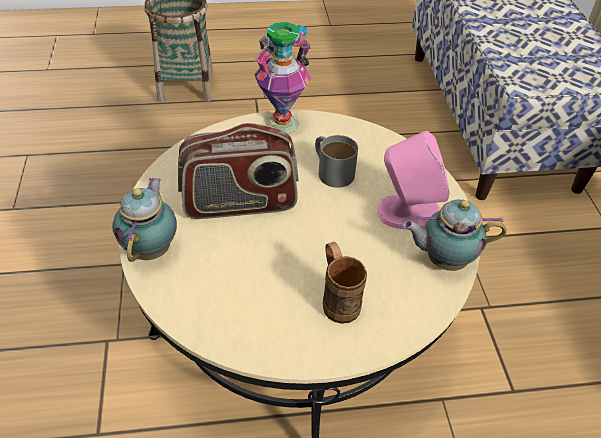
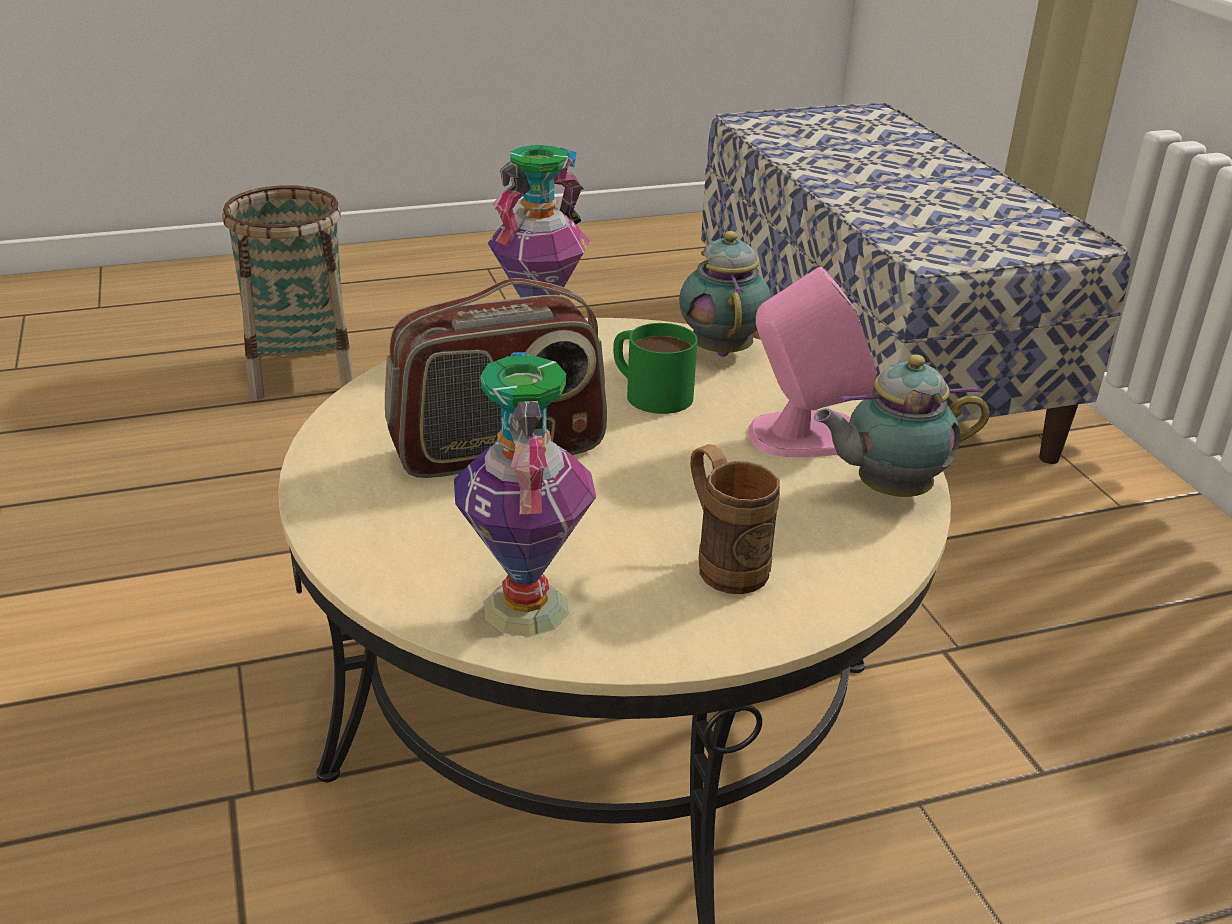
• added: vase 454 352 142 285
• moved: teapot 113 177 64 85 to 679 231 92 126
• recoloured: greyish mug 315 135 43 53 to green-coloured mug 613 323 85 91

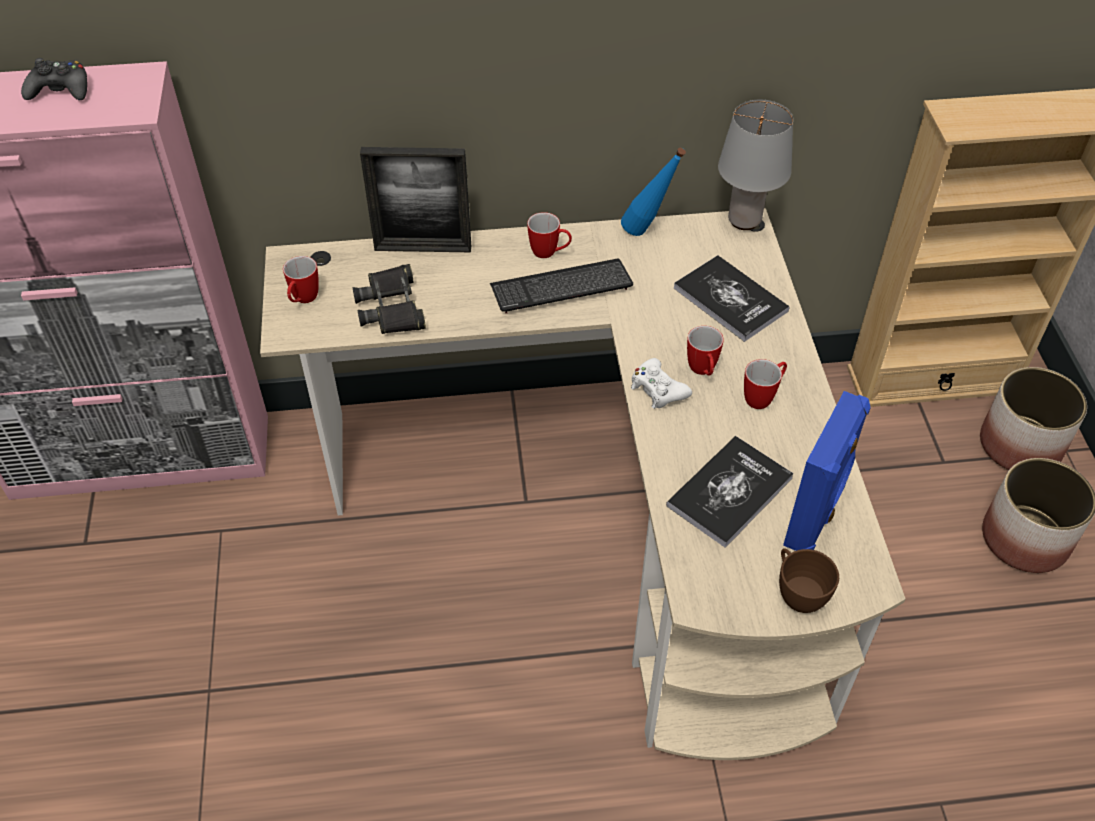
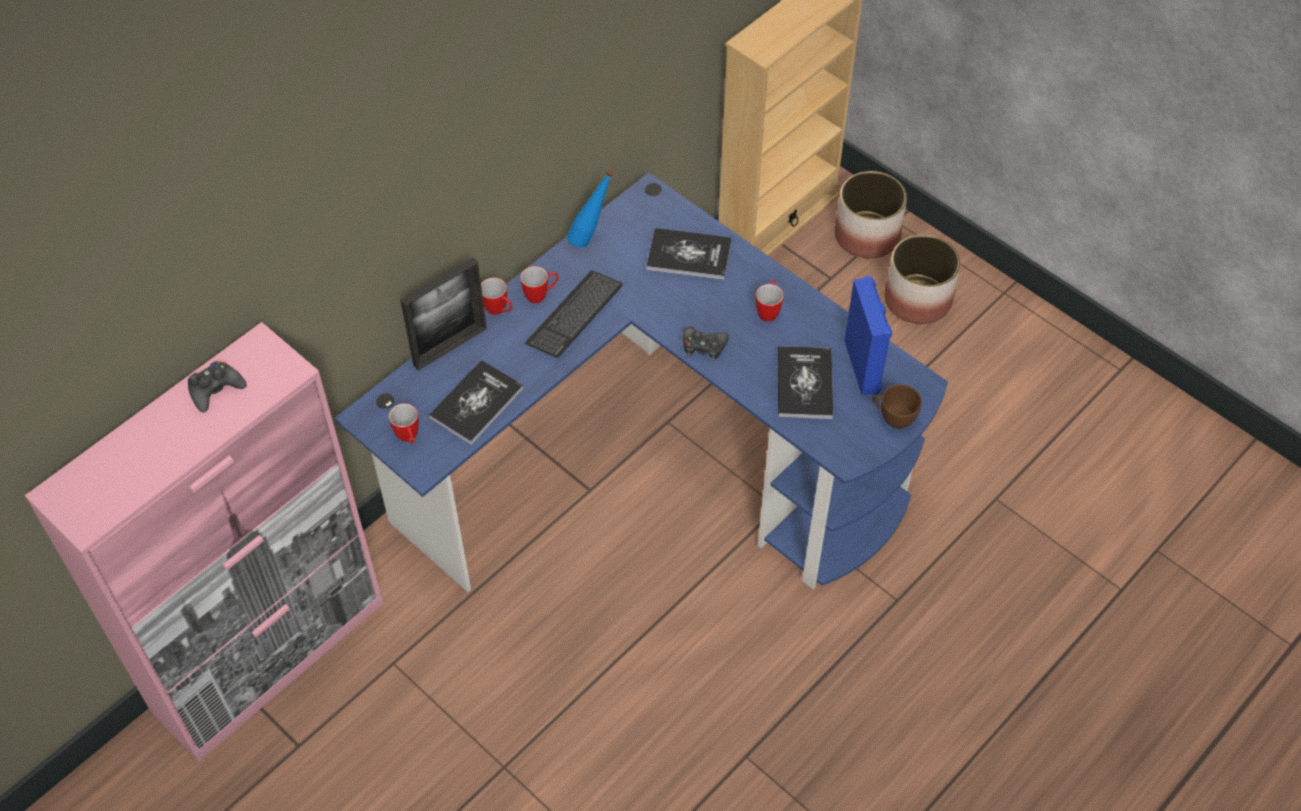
• removed: greyish table lamp 718 100 75 130
• moved: mug 687 326 37 49 to 481 277 31 38
• replaced: blackish field glasses 353 264 73 70 to volume 429 360 95 85
• recoloured: sand-coloured desk table 260 208 646 552 to blue-coloured desk table 334 173 614 419
• recoloured: white-coloured game controller 631 358 61 51 to blackish game controller 683 326 46 35

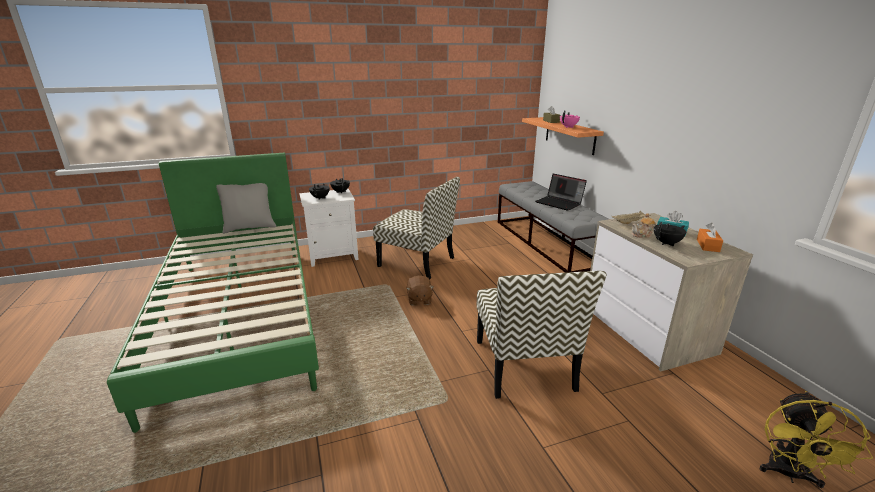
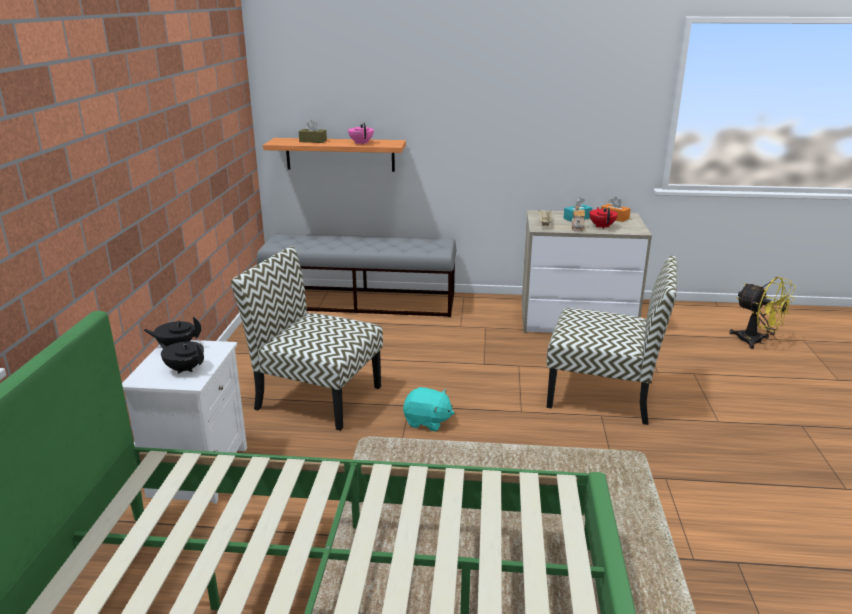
• removed: greyish throw pillow 216 183 60 51
• removed: laptop 535 174 52 37
• recoloured: brown cuddly toy 406 276 28 30 to turquoise-coloured cuddly toy 403 387 51 44
• recoloured: blackish teapot 654 222 32 24 to red-coloured teapot 589 207 29 22
• turned: chair 373 177 87 103 = 231 246 152 185 120 degrees counterclockwise

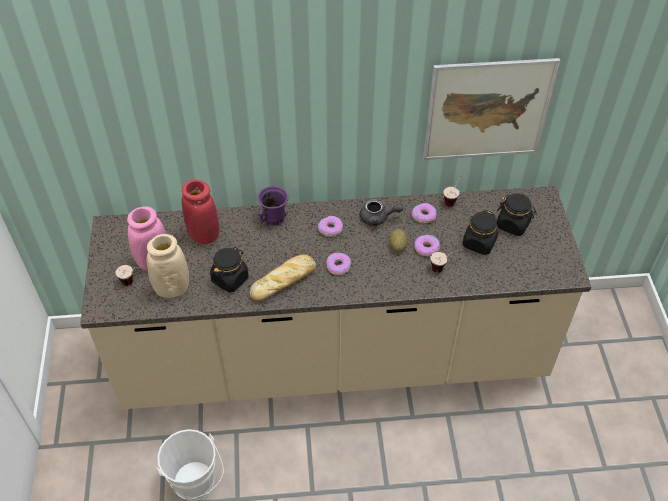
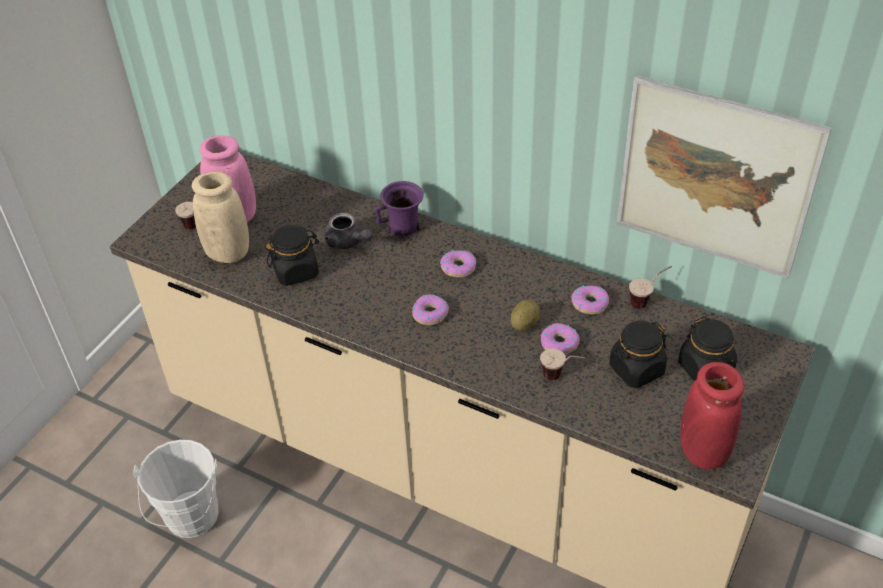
• removed: bread 250 254 66 48
• moved: red-coloured vase 181 179 38 65 to 680 362 65 107
• moved: greyish teapot 360 199 43 27 to 324 213 49 36

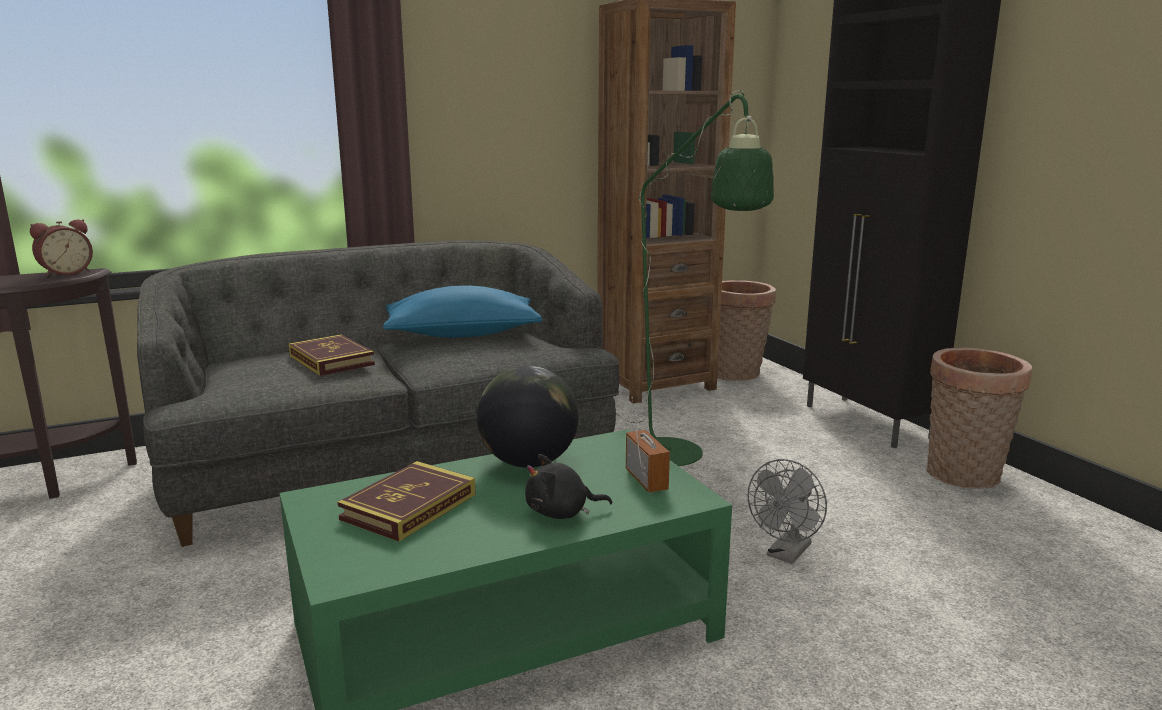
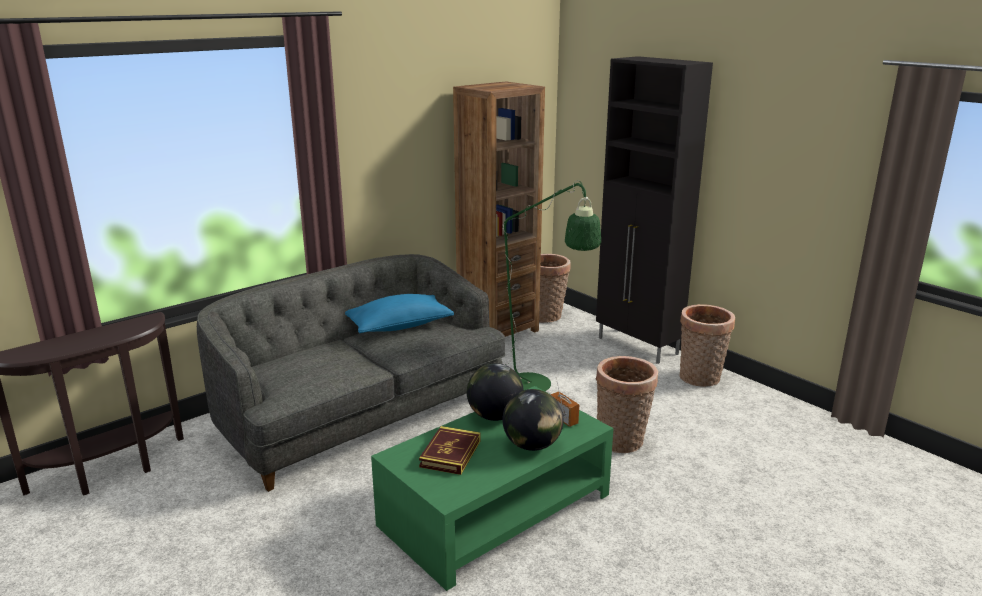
• removed: table clock 30 219 63 58
• removed: volume 289 334 86 42
• replaced: blackish cuddly toy 525 454 87 65 to globe 502 389 62 62
• replaced: greyish electric fan 748 459 79 105 to household basket 596 356 62 97

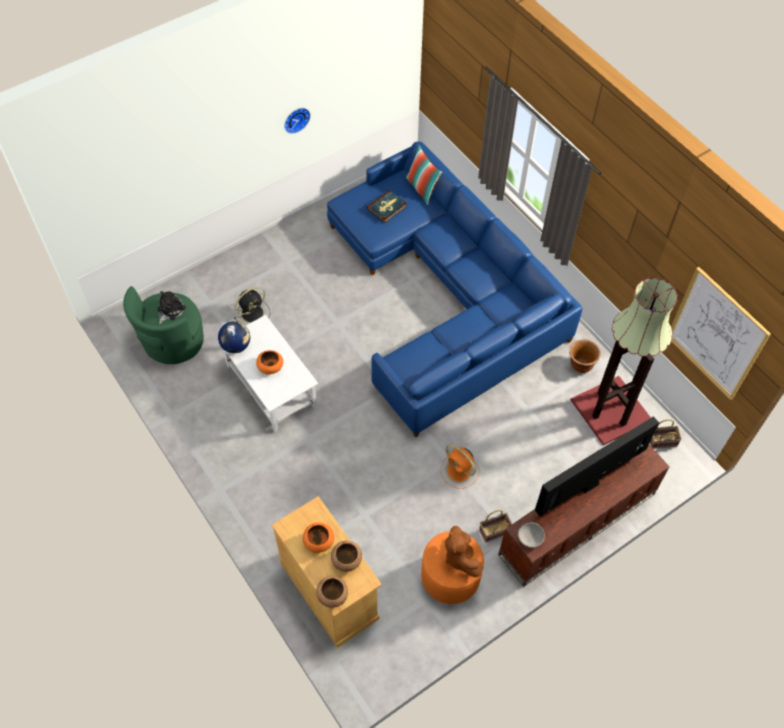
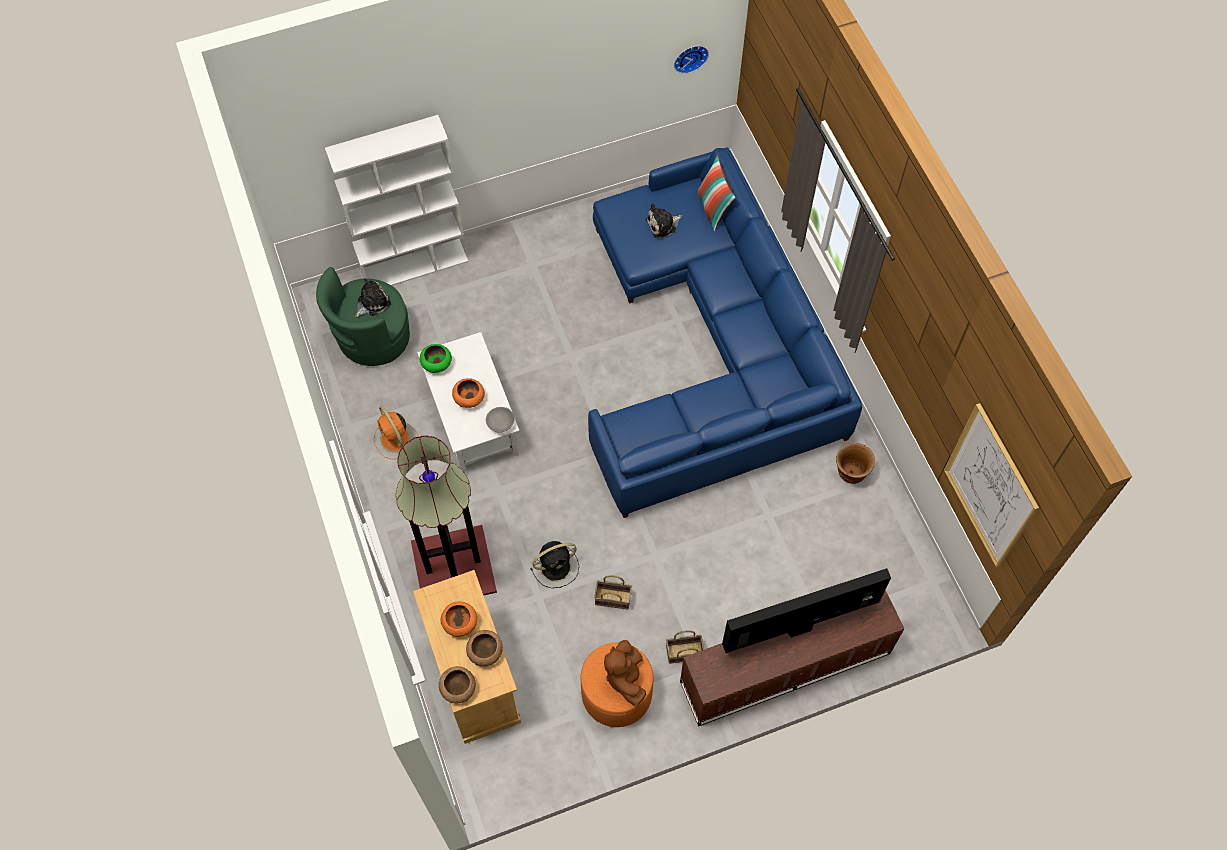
• added: white-coloured bookshelf 325 115 143 171
• moved: blackish electric fan 234 287 36 36 to 530 541 49 47
• moved: clock on the wall 284 108 27 26 to 674 46 35 28
• moved: orange-coloured electric fan 440 445 40 44 to 374 406 44 53
• moved: greyish bowl 518 523 27 25 to 486 407 29 26
• moved: standard lamp 571 277 107 169 to 396 435 101 160
• moved: household basket 650 419 32 30 to 594 575 38 35
• replaced: globe 218 321 32 32 to green-coloured bowl 420 344 32 29
• replaced: volume 367 190 40 33 to cuddly toy 646 203 36 35

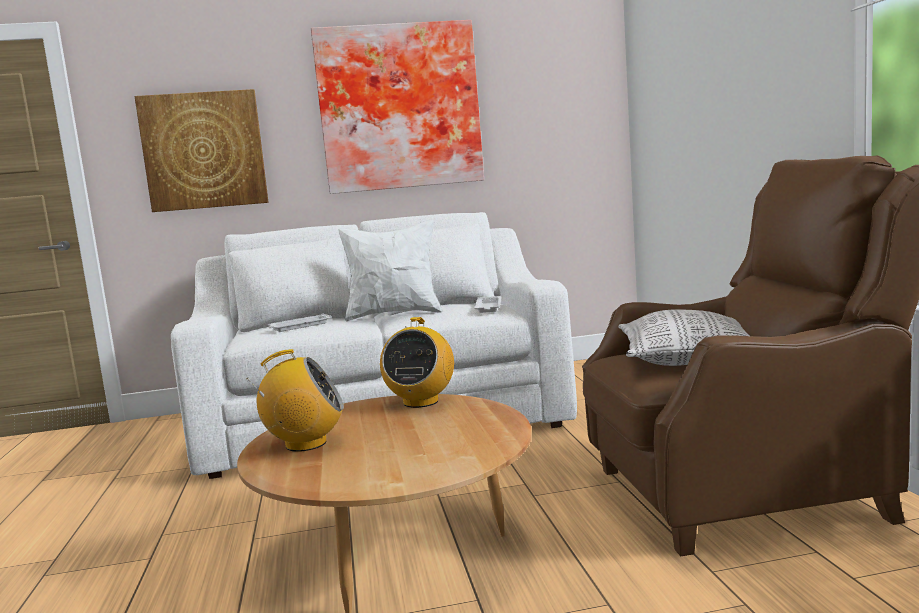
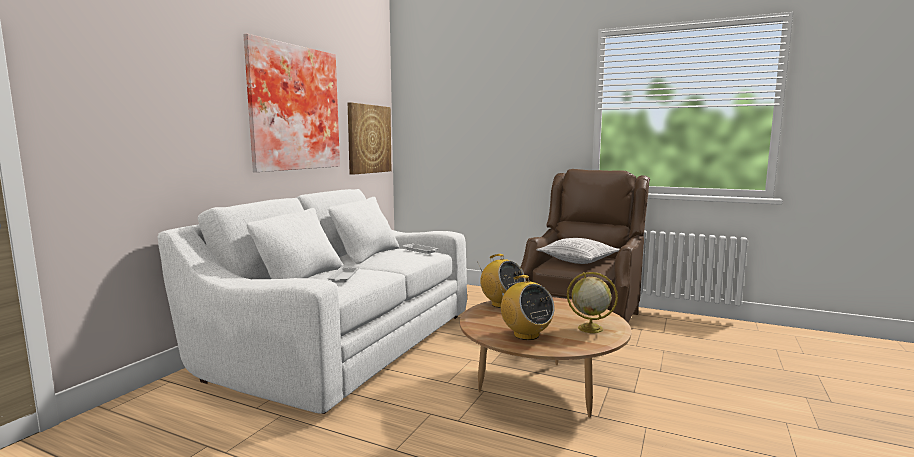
• removed: white-coloured throw pillow 338 219 105 103
• added: globe 567 272 51 61
• moved: wall picture 134 89 135 123 to 348 102 43 73
• turned: radio 247 349 97 103 = 499 275 56 65 120 degrees clockwise

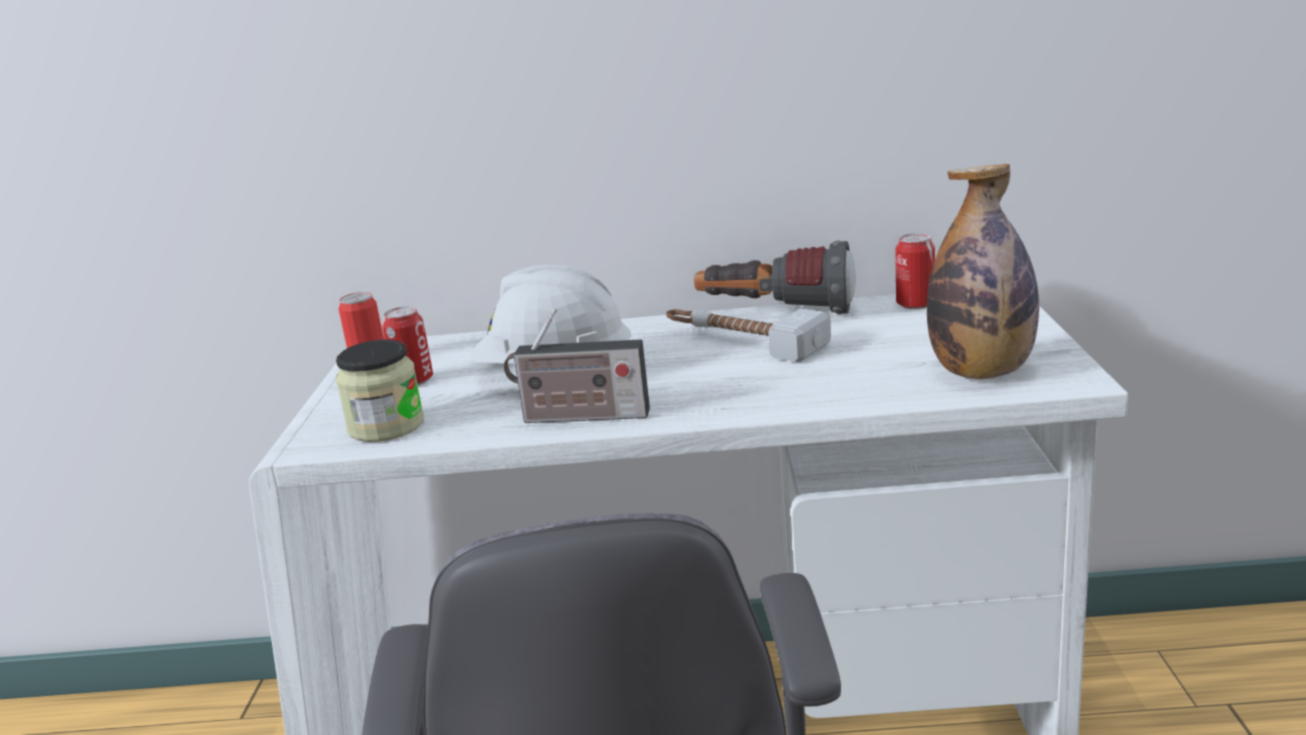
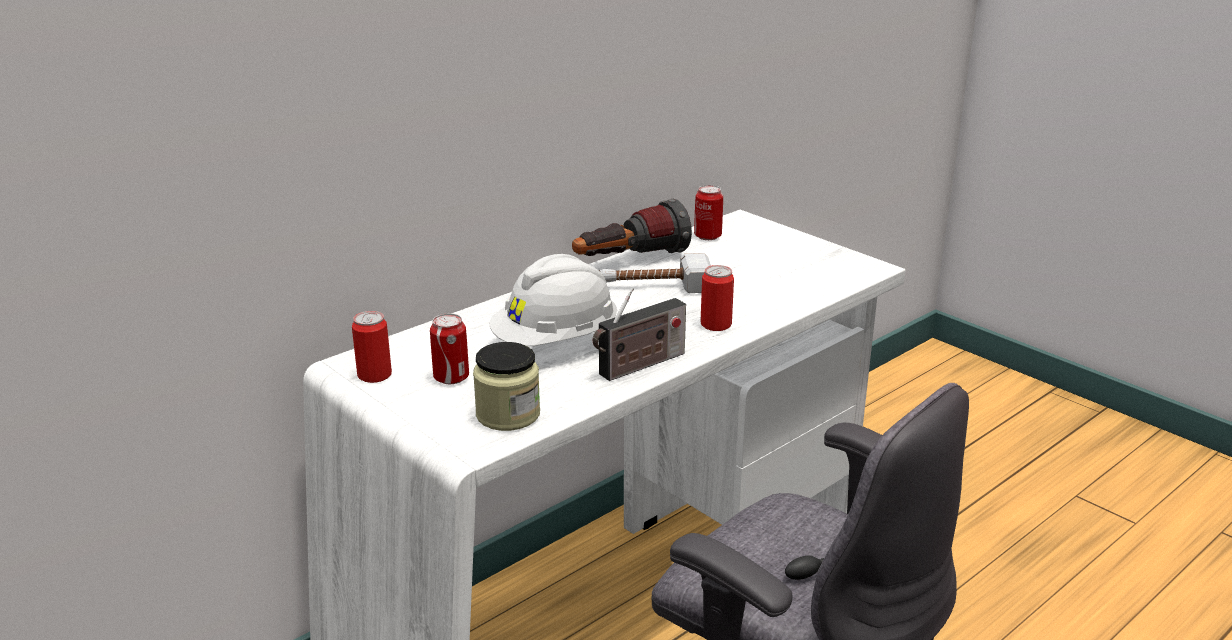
• removed: drink bottle 927 164 112 215
• added: sealed can 700 265 34 66

